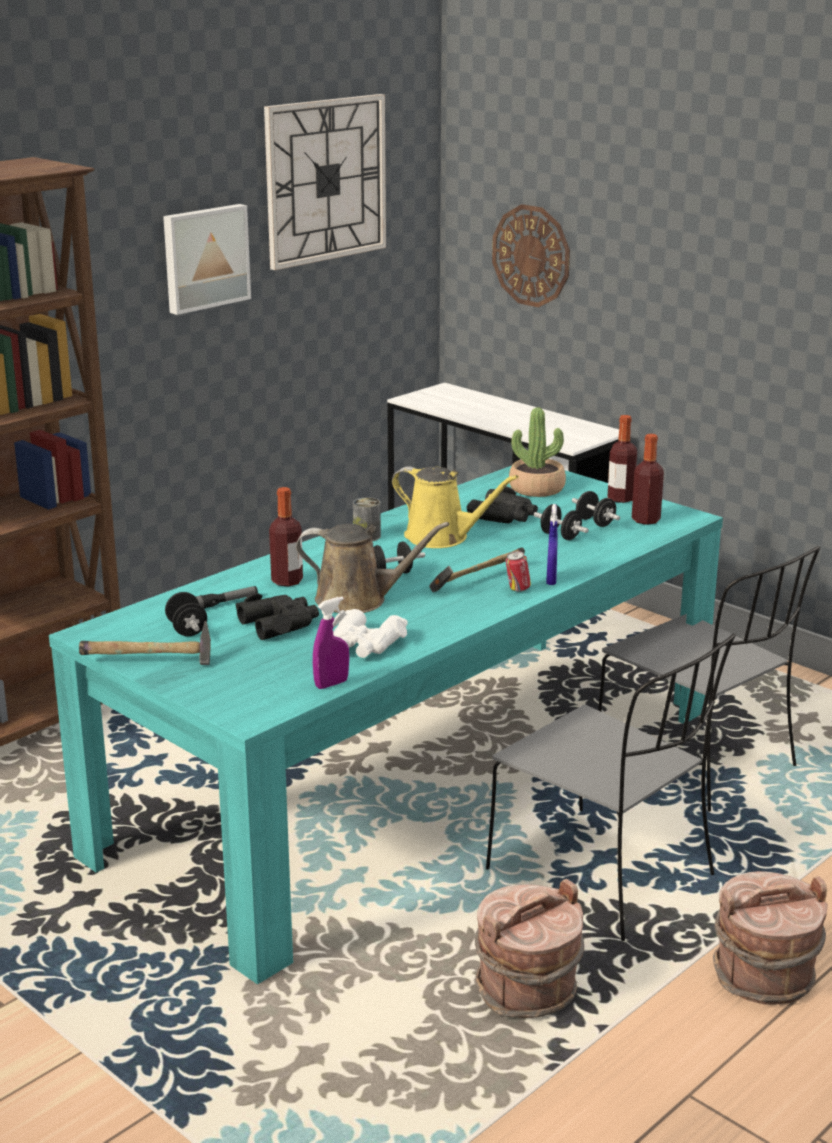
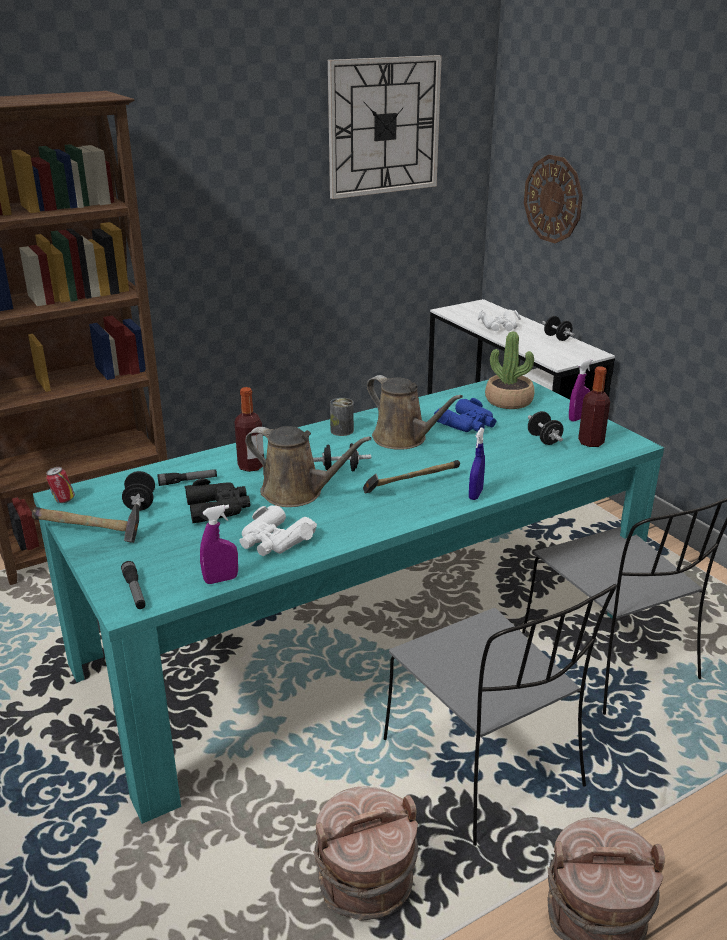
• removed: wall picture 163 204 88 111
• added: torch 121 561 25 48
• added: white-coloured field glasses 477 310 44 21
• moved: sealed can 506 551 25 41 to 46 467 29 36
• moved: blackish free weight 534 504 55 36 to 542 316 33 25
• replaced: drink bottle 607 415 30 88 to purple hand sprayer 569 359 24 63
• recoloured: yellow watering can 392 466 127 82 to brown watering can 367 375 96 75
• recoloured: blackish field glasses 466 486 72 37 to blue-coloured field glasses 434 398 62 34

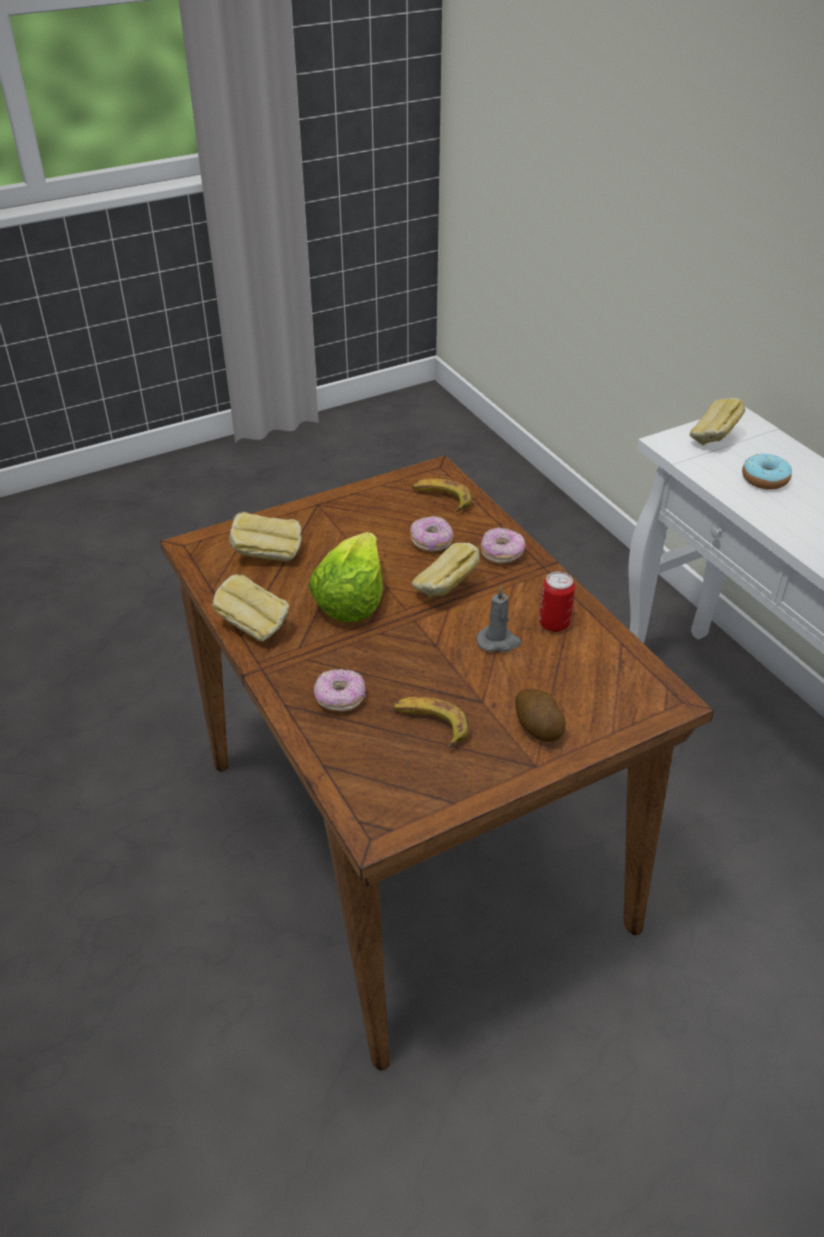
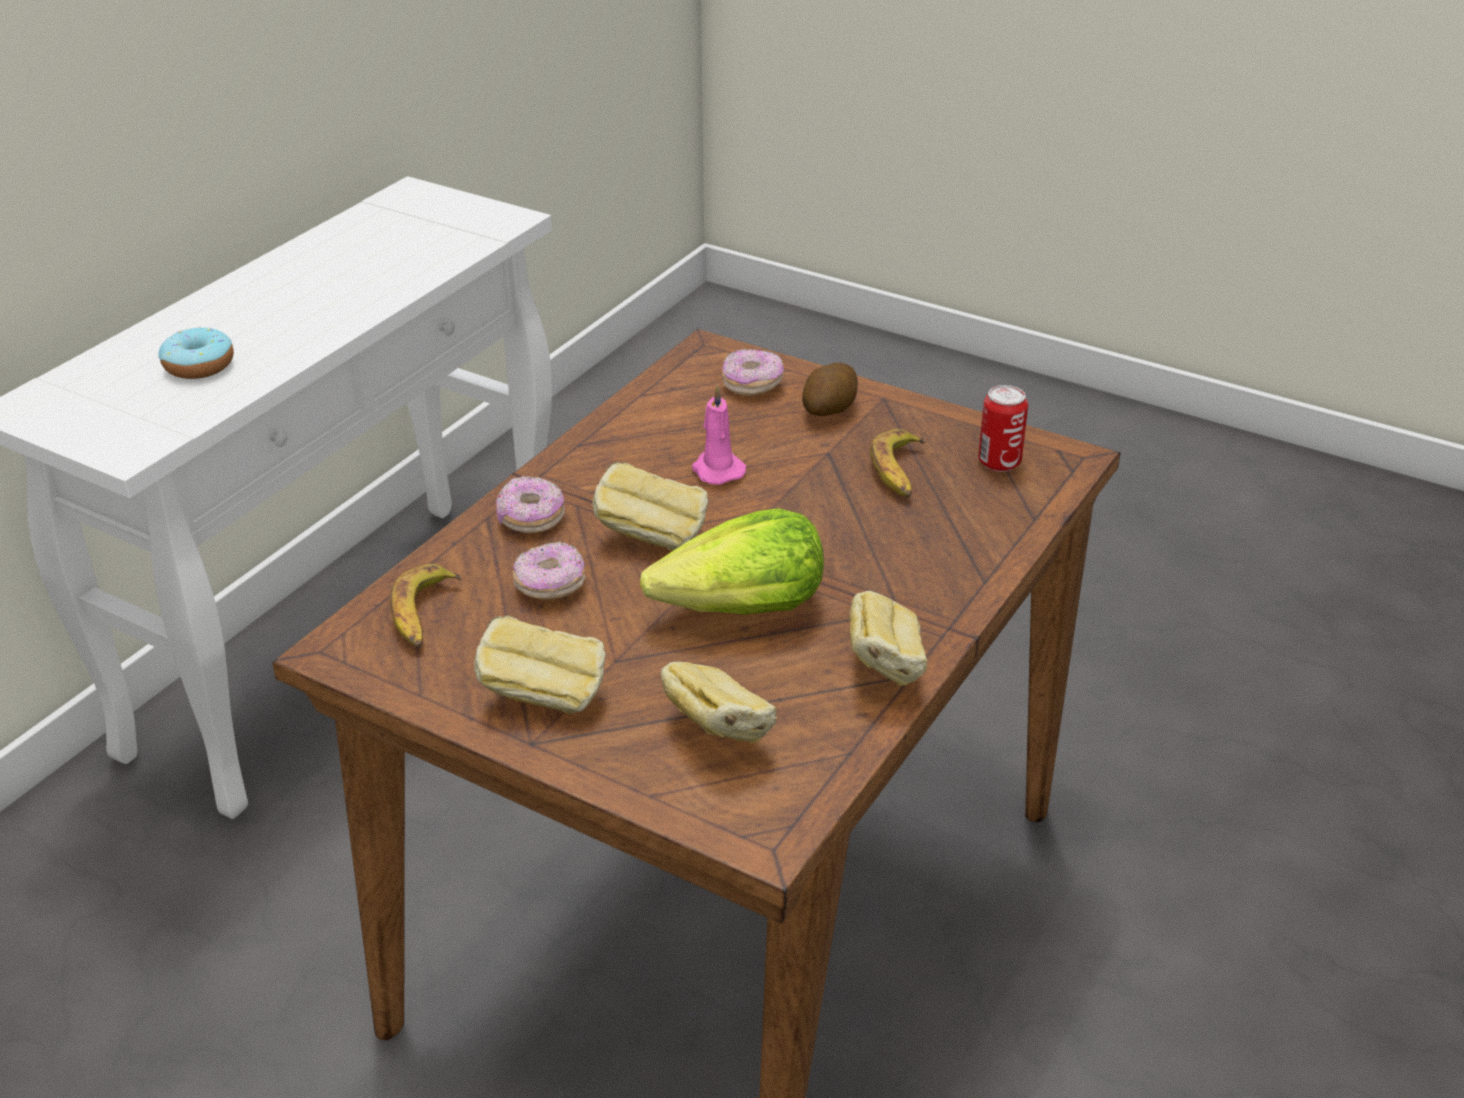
• moved: ring doughnut 314 669 51 43 to 722 349 62 47
• moved: sealed can 539 572 36 60 to 978 385 50 87
• moved: bread 689 398 56 48 to 474 616 132 98
• recoloured: greyish candle 477 586 44 66 to pinkish candle 692 385 54 100

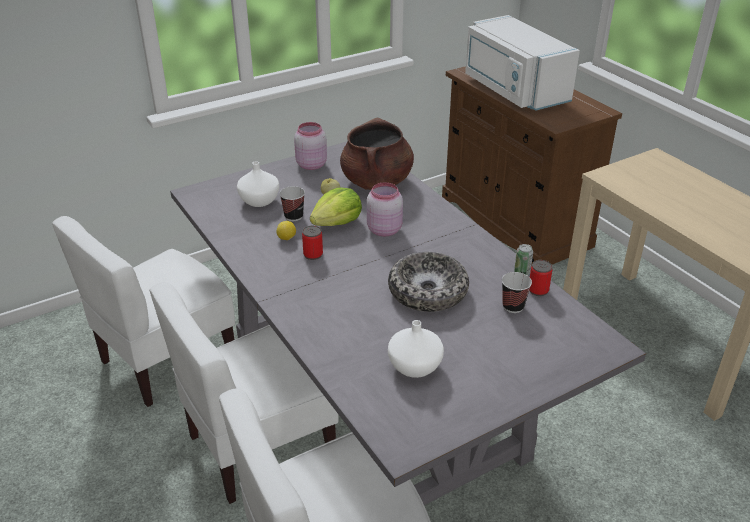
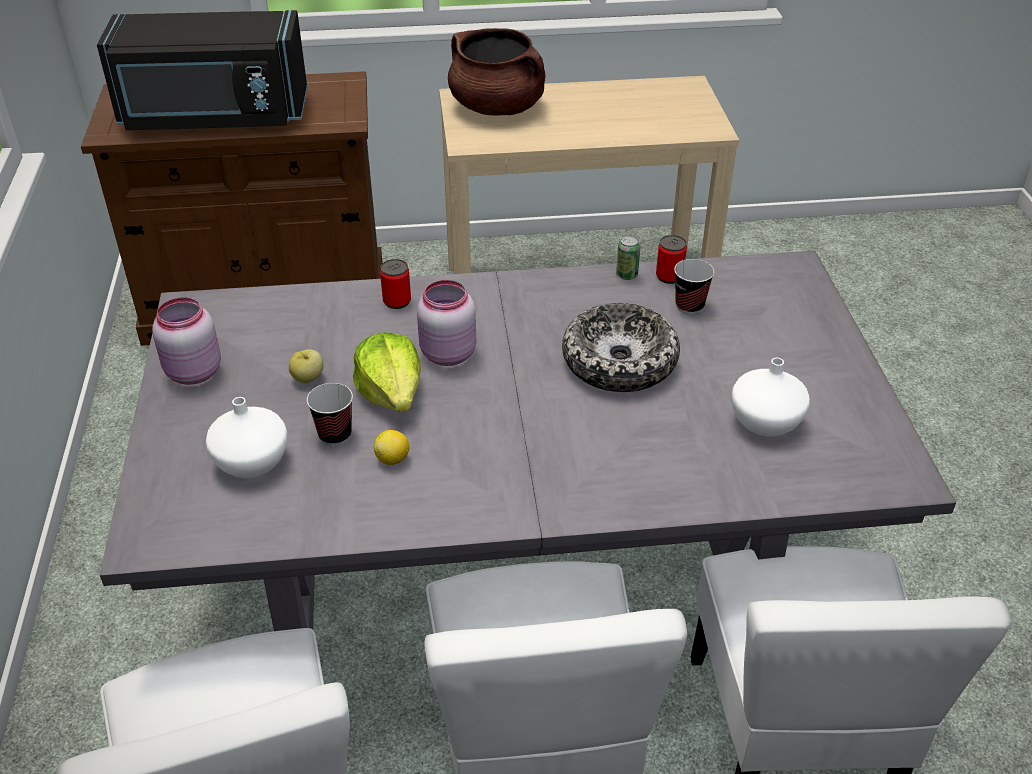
• moved: sealed can 302 226 21 34 to 380 259 31 50
• moved: brown stockpot 340 118 74 72 to 448 28 97 88
• recoloured: white-coloured microwave 465 15 115 96 to blackish microwave 97 10 210 120

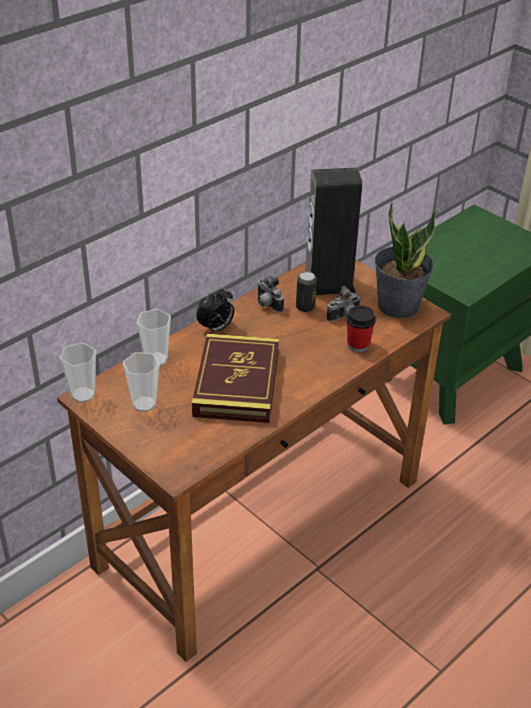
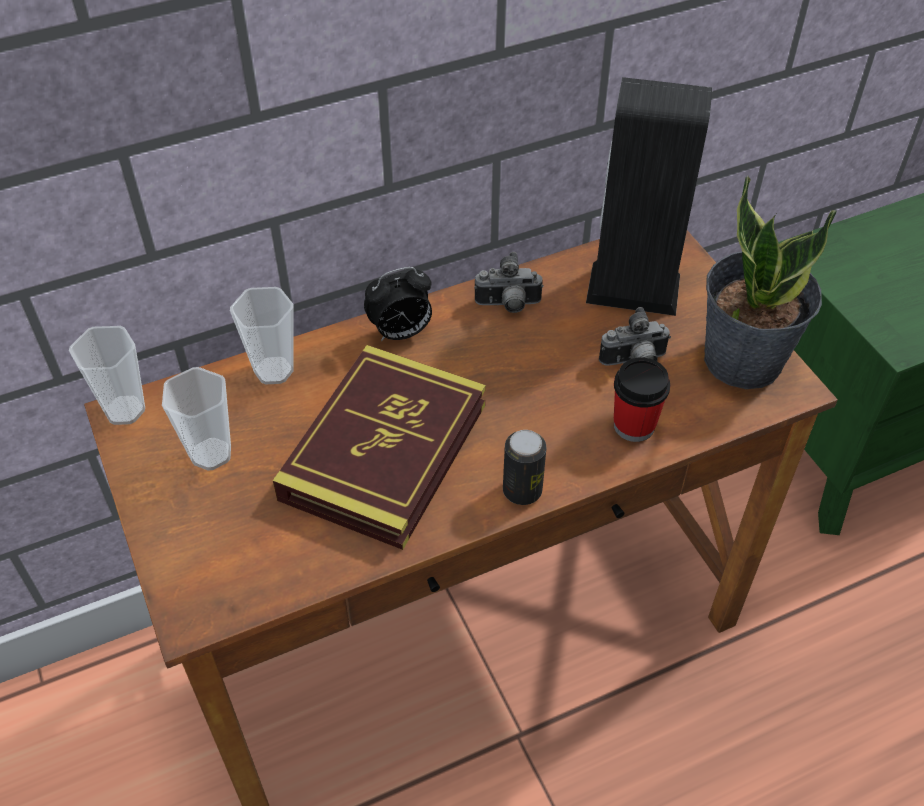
• moved: sealed can 296 272 21 40 to 503 430 43 75
• turned: photo camera 257 275 27 37 = 474 252 69 61 75 degrees counterclockwise

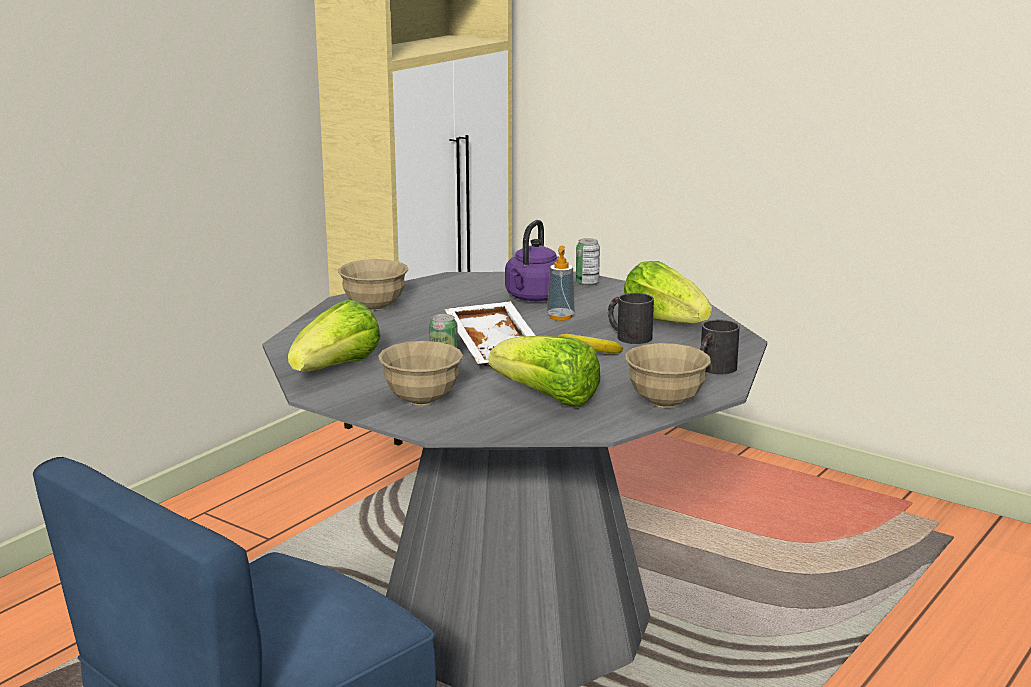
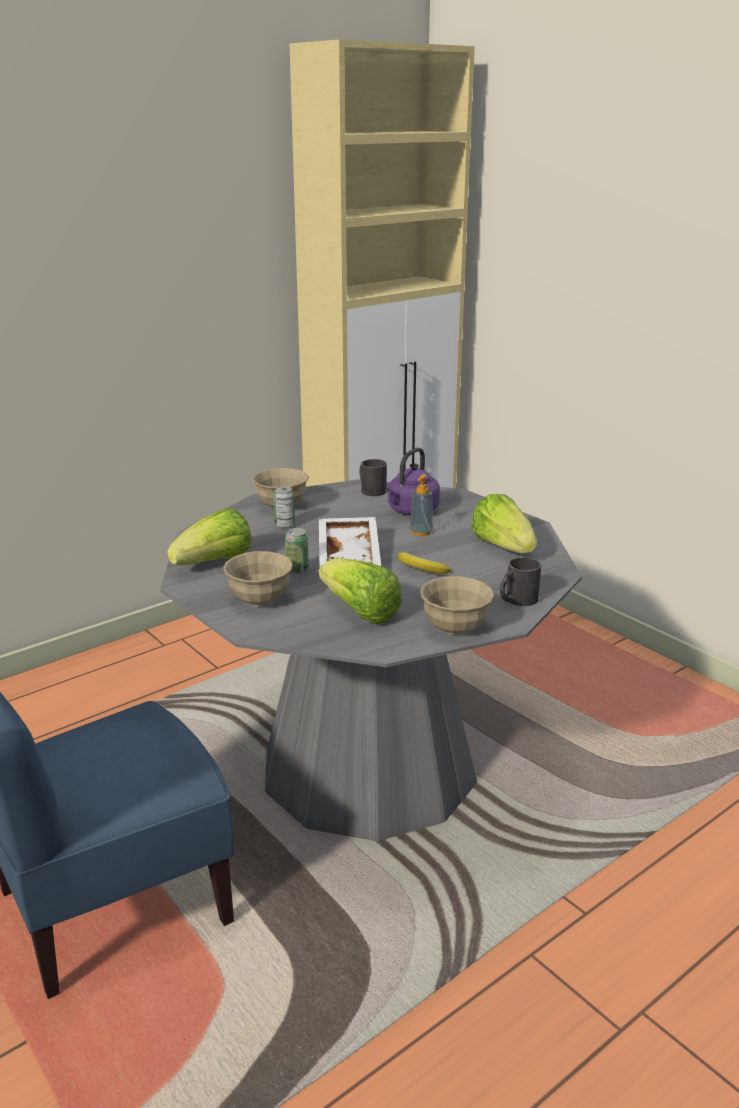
• moved: sealed can 576 238 24 48 to 273 486 22 42
• moved: blackish mug 608 293 46 51 to 359 459 28 37

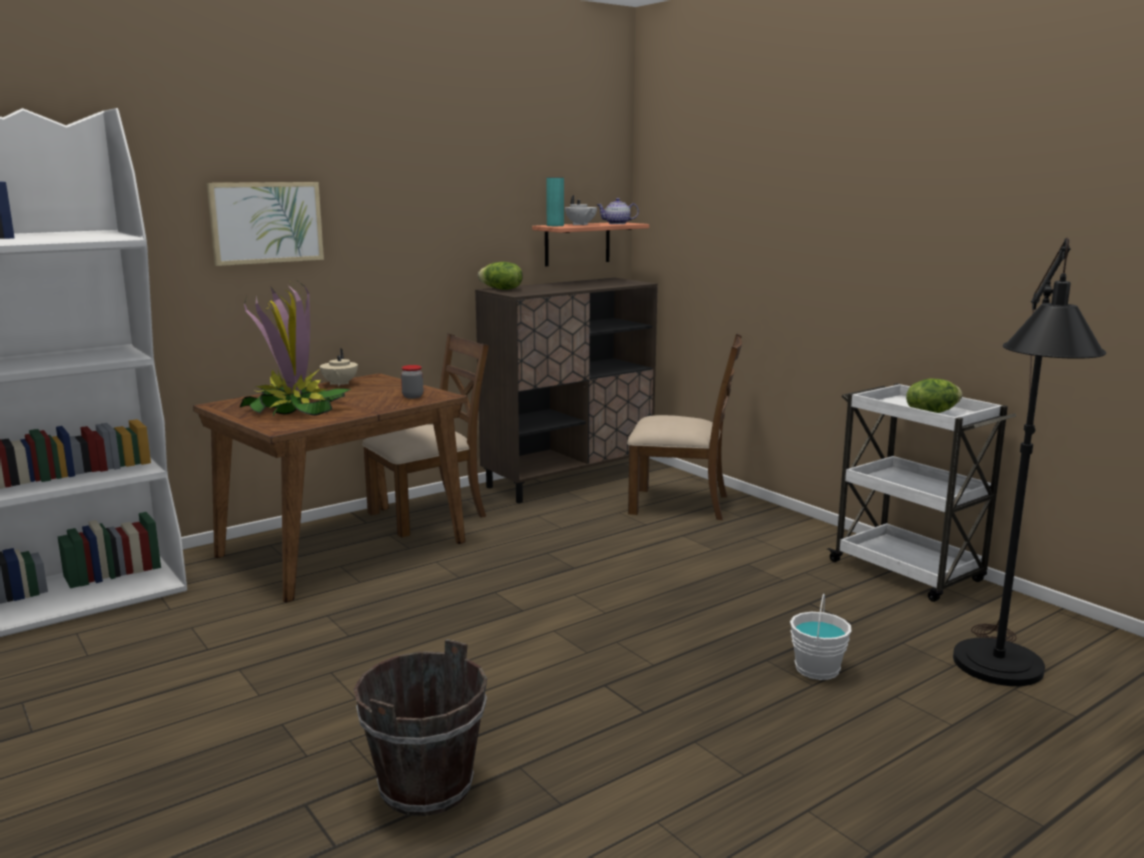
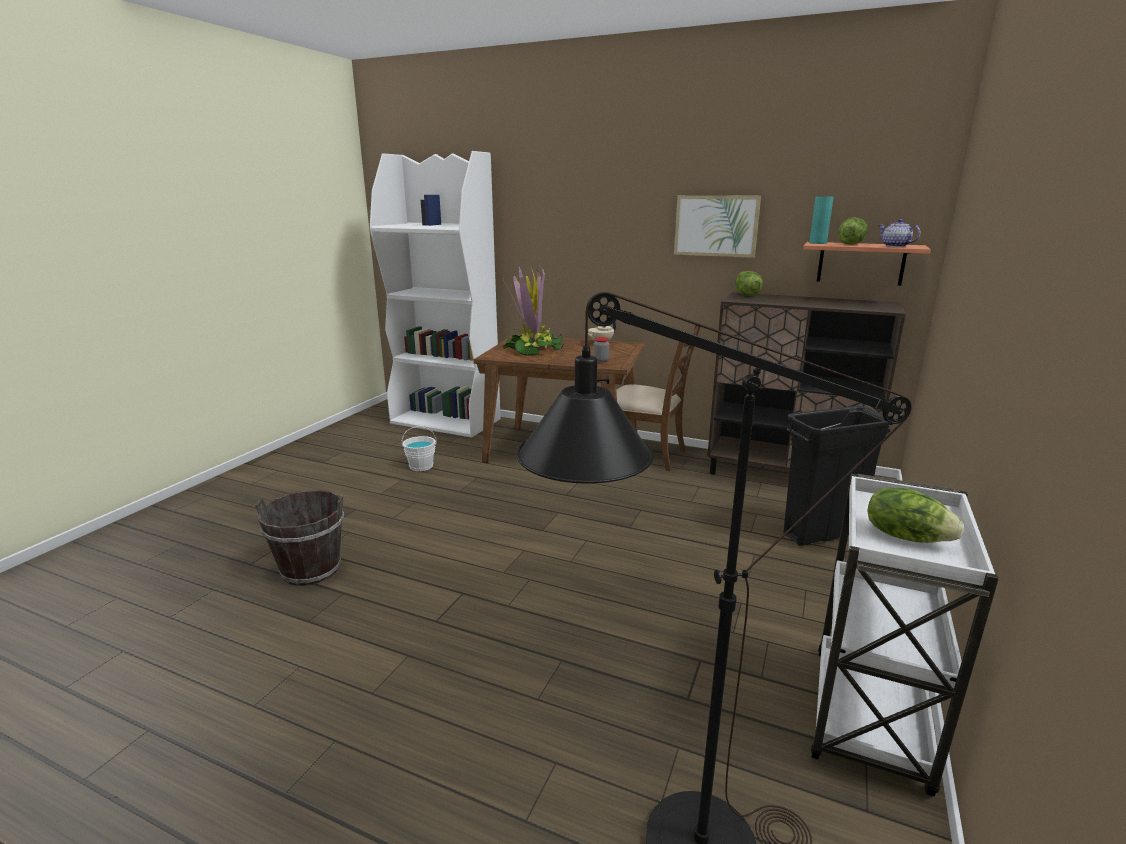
• moved: wall picture 207 182 117 84 to 674 195 87 63
• moved: white-coloured pail 790 594 61 86 to 402 426 34 45
• replaced: white-coloured teapot 565 195 32 30 to lettuce head 838 217 30 28
• replaced: brown chair 627 333 115 187 to blackish trash can 783 406 110 140

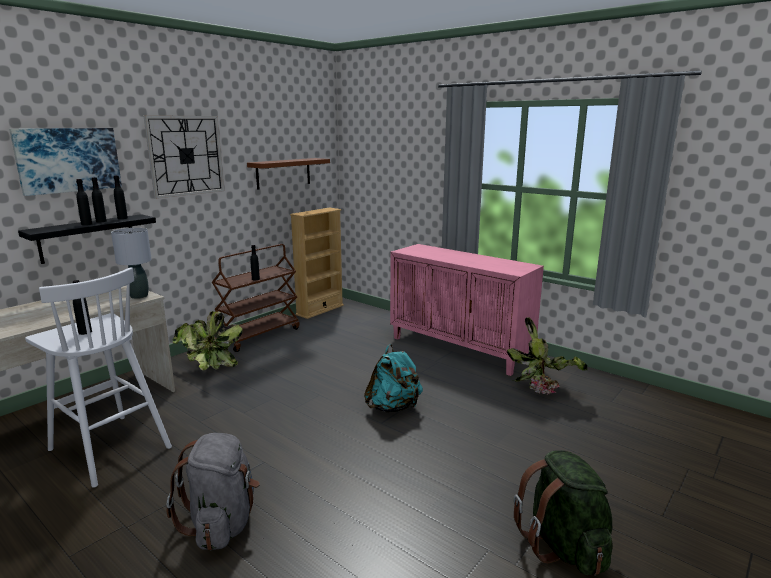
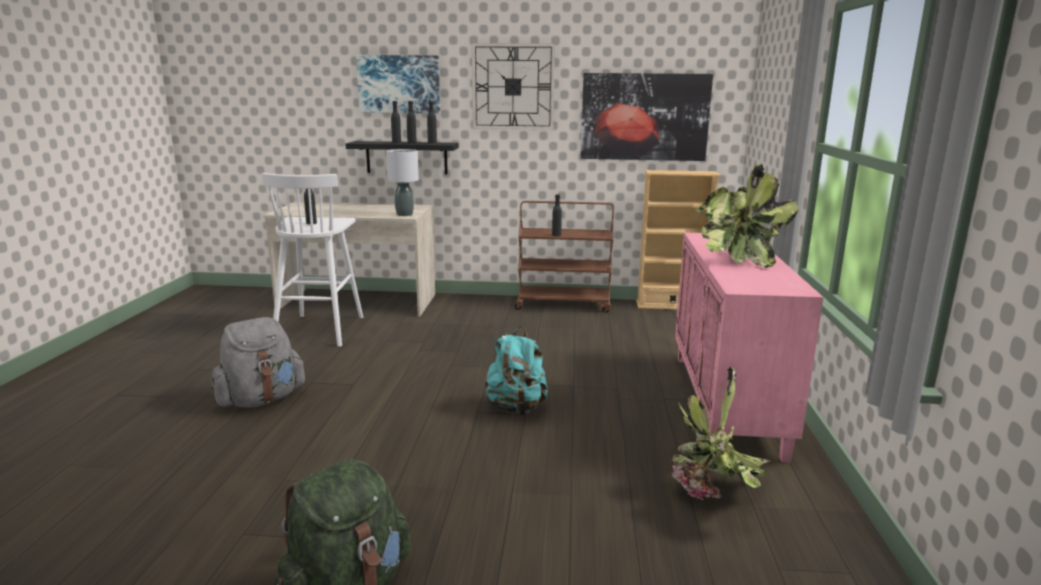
• moved: potted plant 172 311 71 59 to 696 163 103 105
• replaced: brown bracket shelf 247 158 83 32 to wall picture 581 73 132 88

